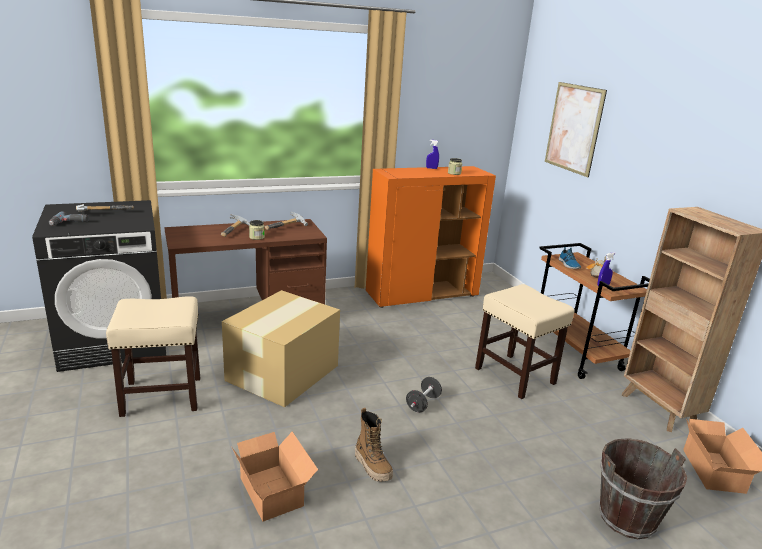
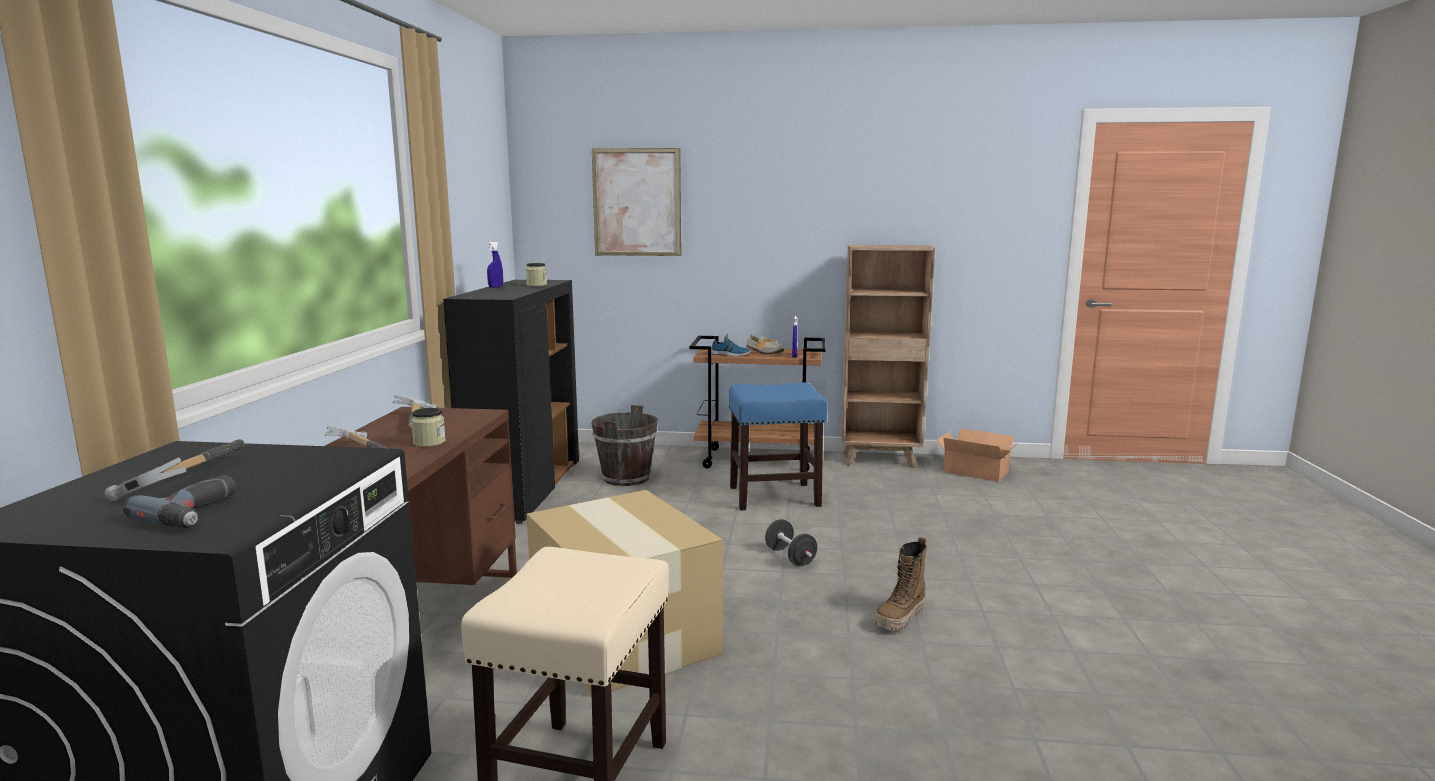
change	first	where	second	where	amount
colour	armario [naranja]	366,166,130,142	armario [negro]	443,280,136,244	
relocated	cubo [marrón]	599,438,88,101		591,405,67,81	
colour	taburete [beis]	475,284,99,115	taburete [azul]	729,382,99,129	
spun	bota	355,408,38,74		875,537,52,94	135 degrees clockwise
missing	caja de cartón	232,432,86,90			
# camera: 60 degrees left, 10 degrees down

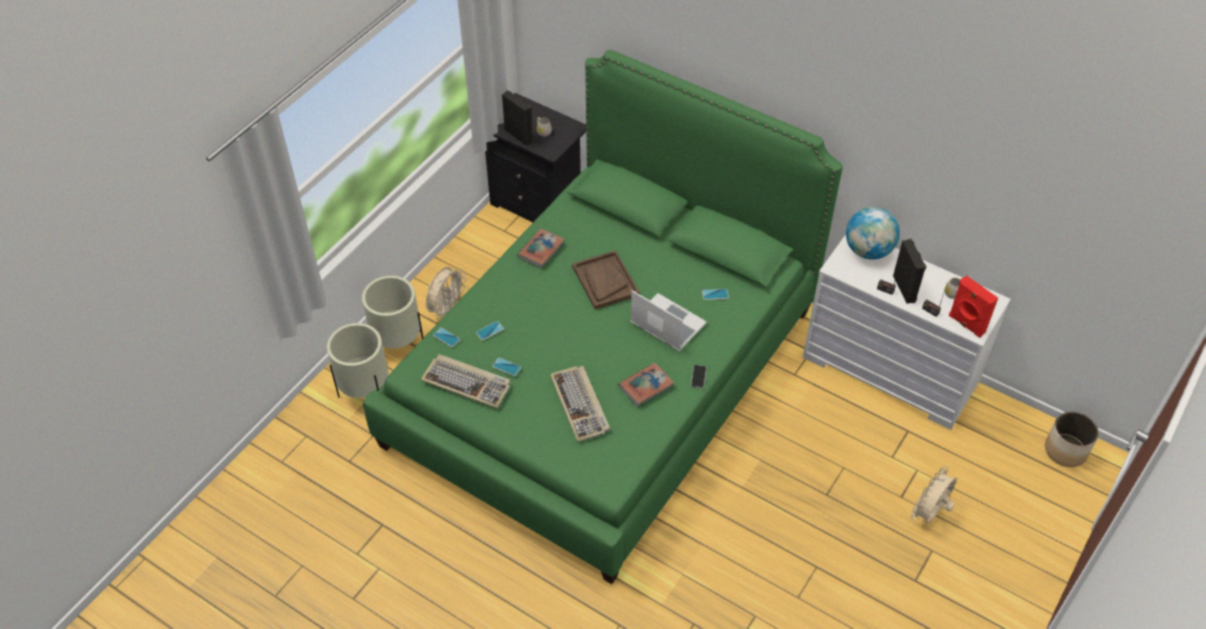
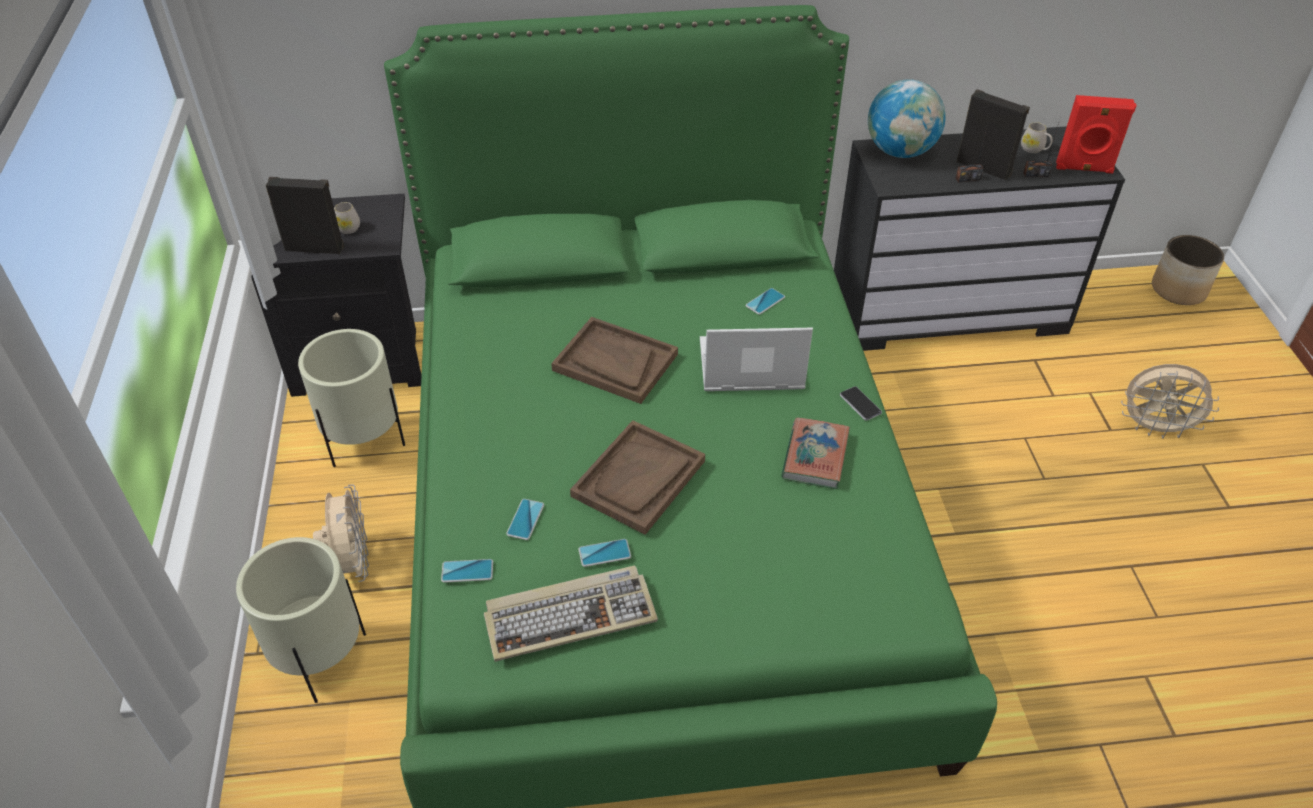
change	first	where	second	where	amount
relocated	maceta [beis]	327,323,61,75		298,329,107,138	
appeared			bandeja [marrón]	570,420,135,115	
colour	cómoda [blanco]	802,235,209,195	cómoda [negro]	834,126,291,225	
spun	ventilador [beis]	911,467,46,57		1121,364,98,74	75 degrees counterclockwise
missing	libro	517,228,48,41			
missing	teclado	550,365,60,77			
# camera: 40 degrees left, 5 degrees down

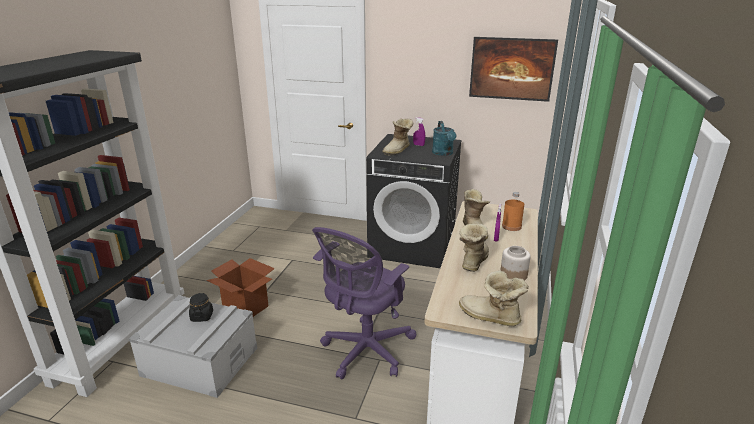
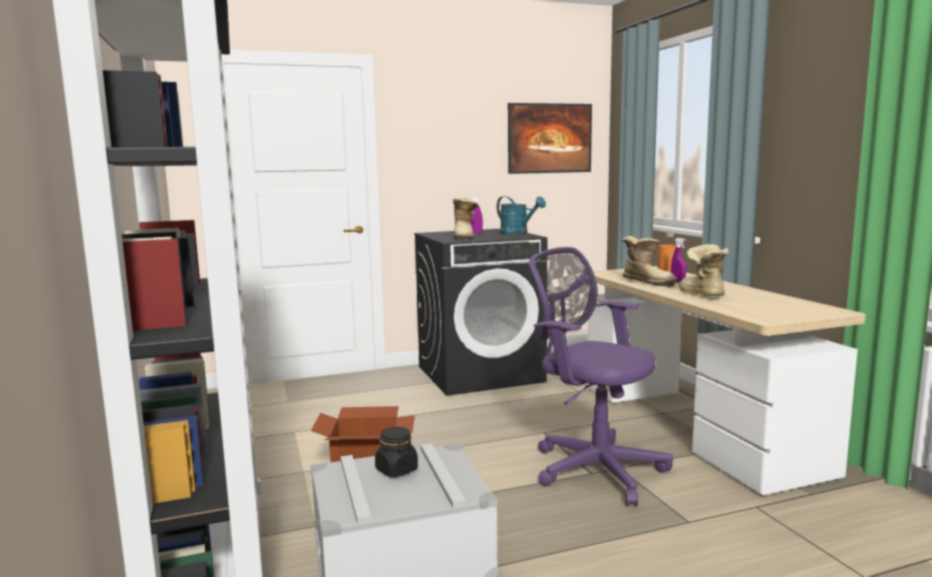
change	first	where	second	where	amount
spun	silla de oficina [morado]	312,227,104,153		529,247,144,260	135 degrees clockwise
missing	bota	459,271,70,55			
missing	tarro	500,246,31,35			
# camera: 35 degrees left, 15 degrees down

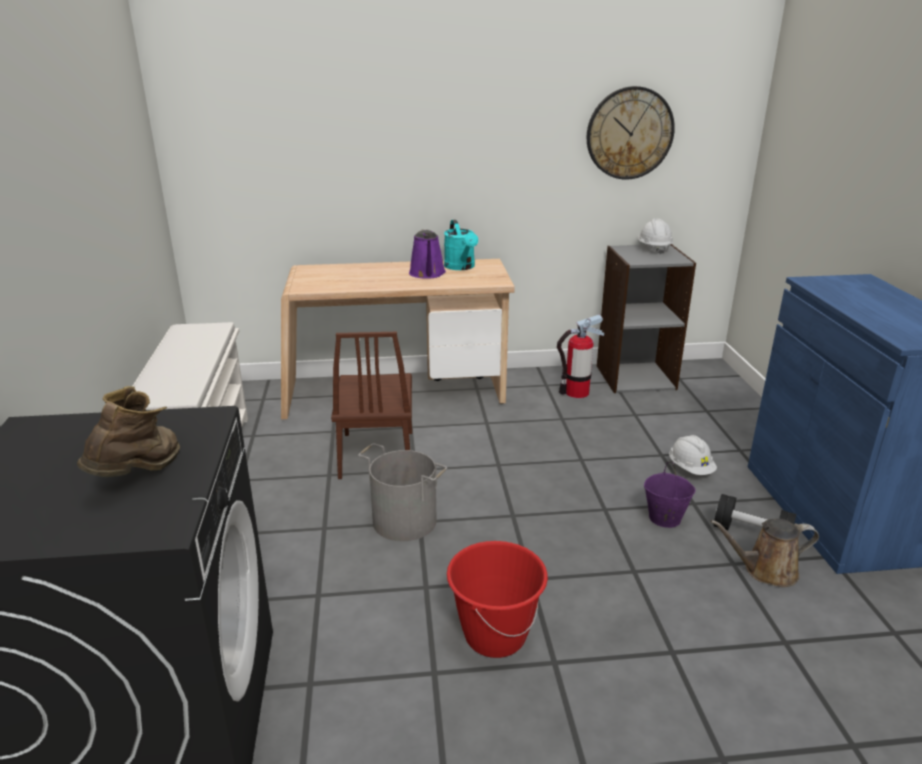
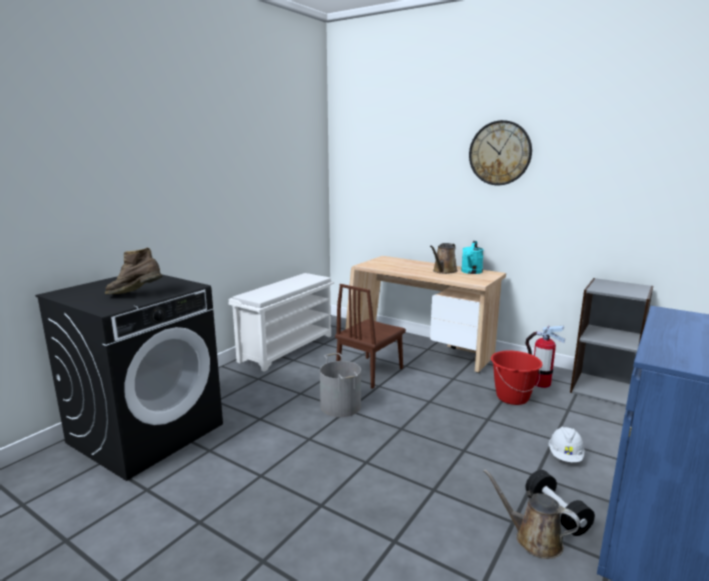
change	first	where	second	where	amount
spun	bota [marrón]	77,386,103,91		105,247,57,47	150 degrees counterclockwise
colour	regadera [morado]	409,229,37,50	regadera [marrón]	430,243,28,31	
relocated	reloj de pared	587,86,88,94		469,120,63,65	
relocated	cubo [rojo]	447,541,101,117		491,351,52,54	
missing	casco [blanco]	638,219,35,36			
missing	cubo [morado]	644,462,51,66			
# camera: 40 degrees right, 10 degrees down

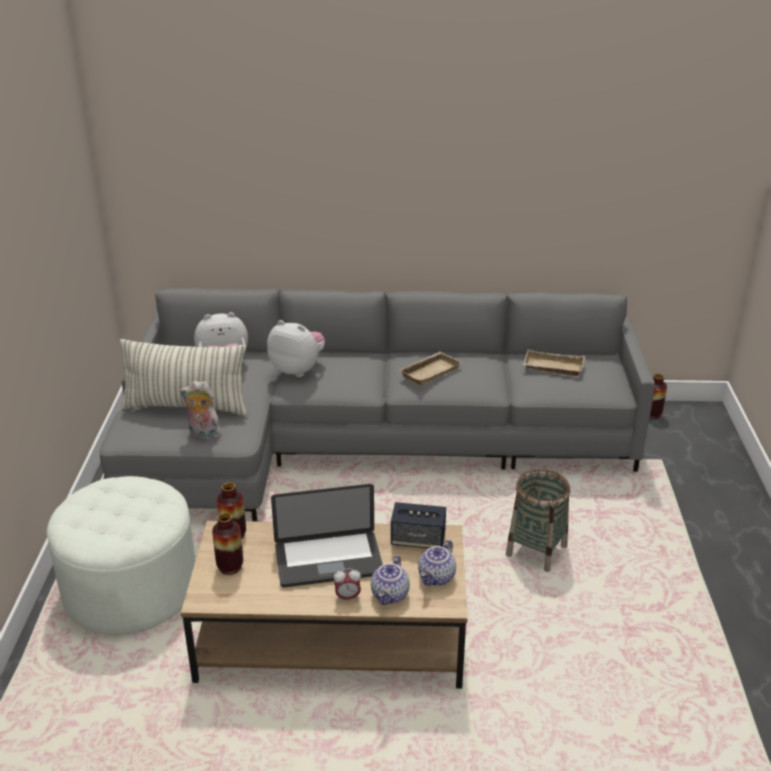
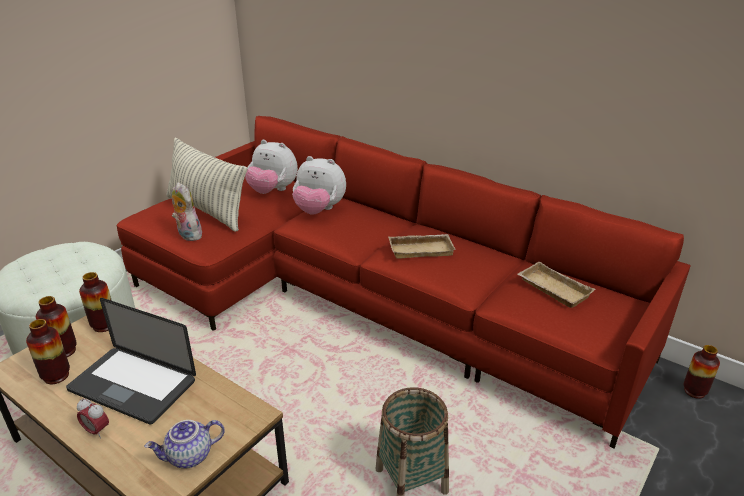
change	first	where	second	where	amount
appeared			florero	26,319,44,65	
colour	sofá [gris]	100,288,555,234	sofá [rojo]	117,116,574,332	
spun	peluche	267,320,58,57		292,156,54,58	135 degrees clockwise
missing	tetera	371,555,39,50			
missing	altavoz	391,502,55,46			
# camera: 35 degrees right, 0 degrees up

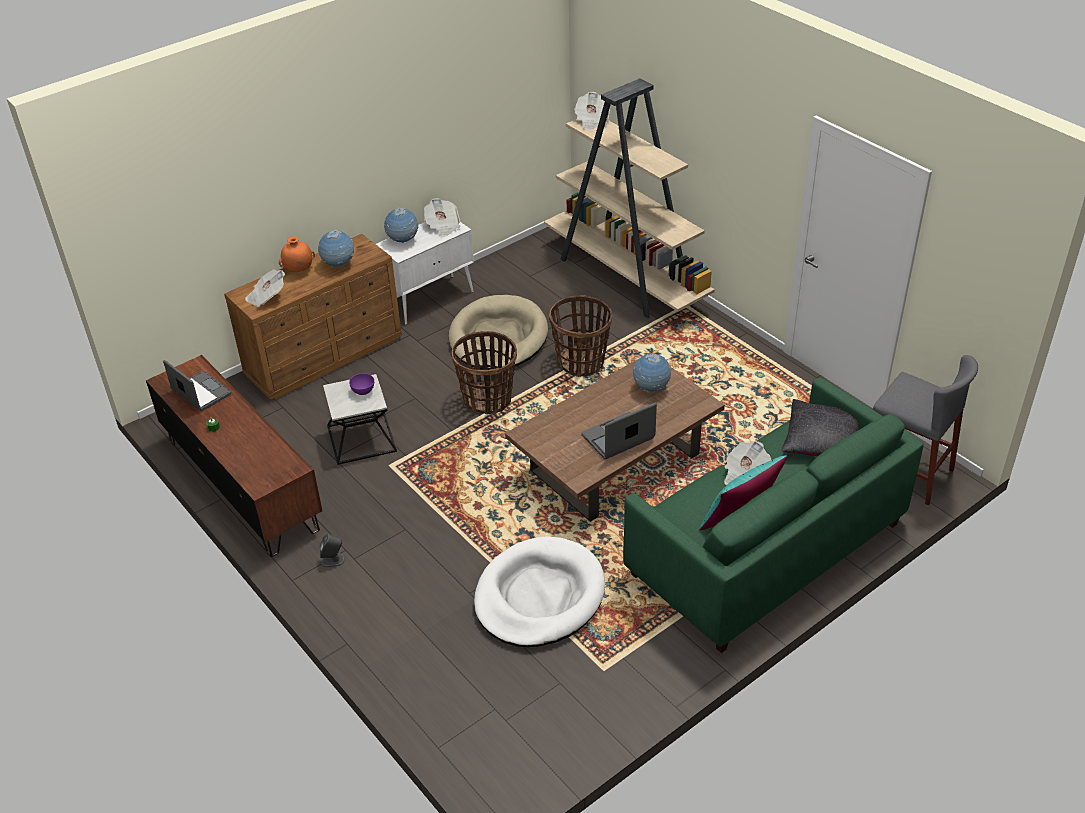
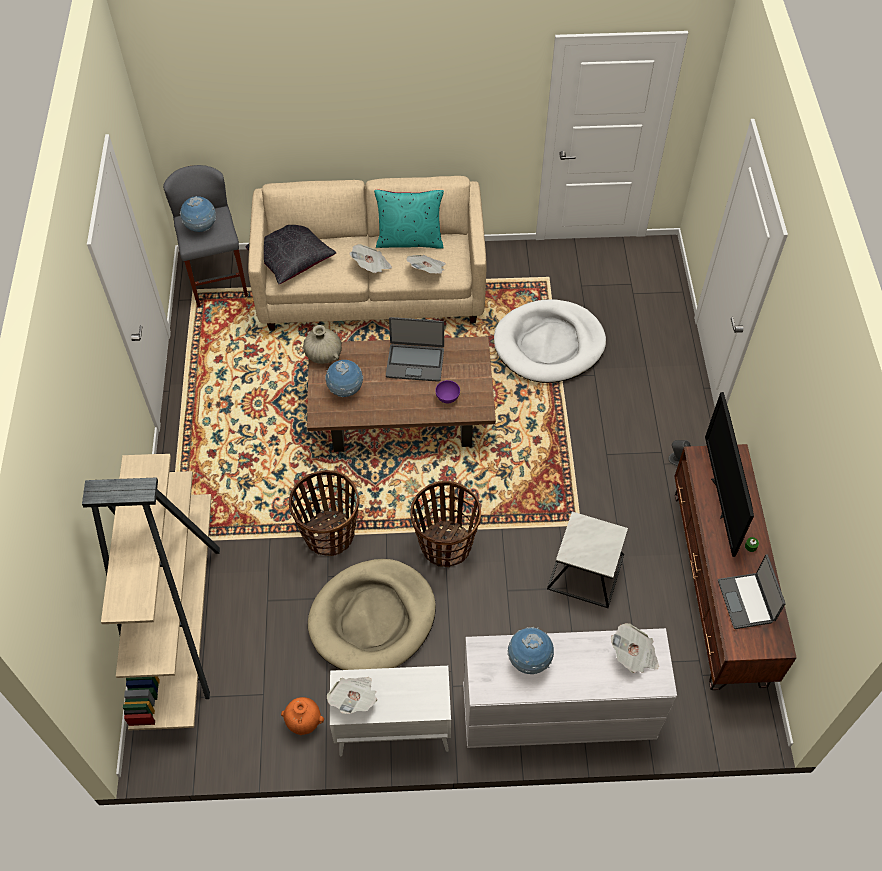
change	first	where	second	where	amount
relocated	globo terráqueo	384,208,34,35		180,196,36,36	
colour	sofá [verde]	623,378,301,275	sofá [beis]	248,176,238,155	
relocated	florero [naranja]	279,236,36,36		281,697,43,38	
appeared			florero [beis]	303,325,39,39	
relocated	periódico	574,92,37,38		406,255,40,19	
relocated	cuenco [morado]	349,373,25,22		435,380,25,23	
colour	cómoda [marrón]	224,234,178,166	cómoda [blanco]	463,628,214,120	
appeared			televisor	705,392,49,165	
# camera: 145 degrees left, 15 degrees up

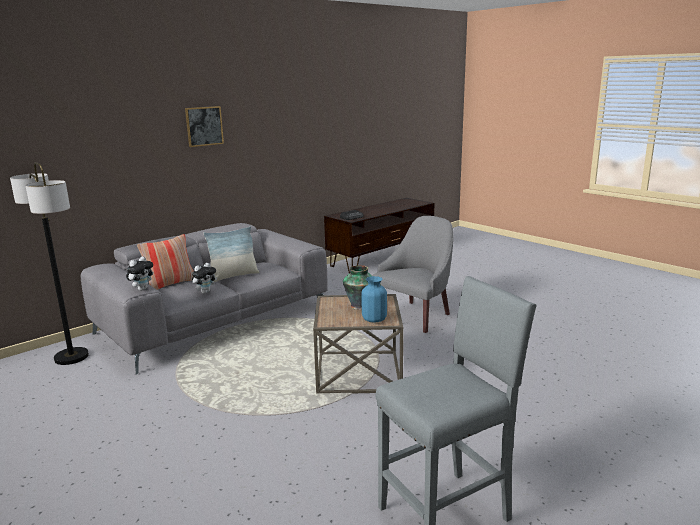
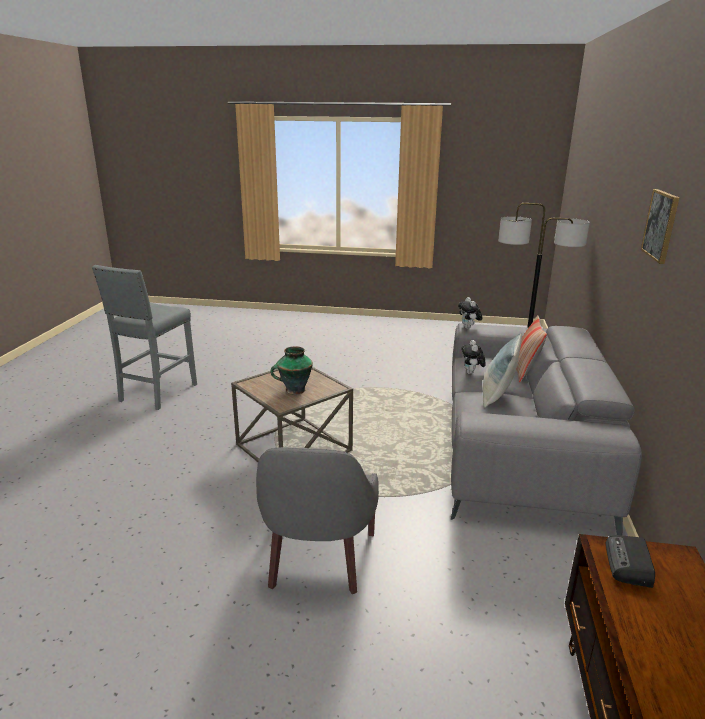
change	first	where	second	where	amount
missing	florero [azul]	361,276,26,47			
# camera: 140 degrees right, 5 degrees up

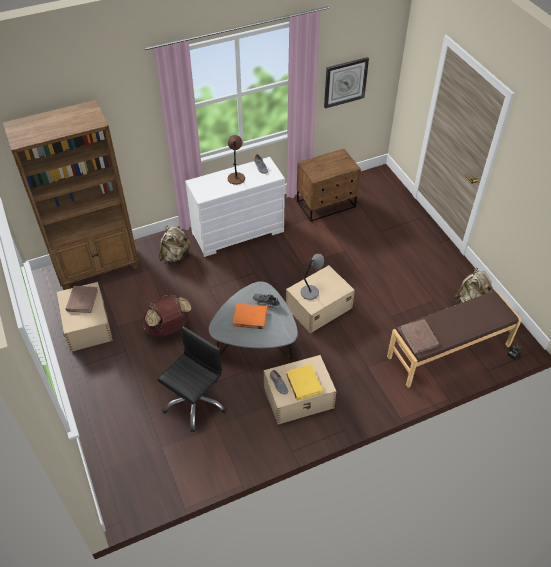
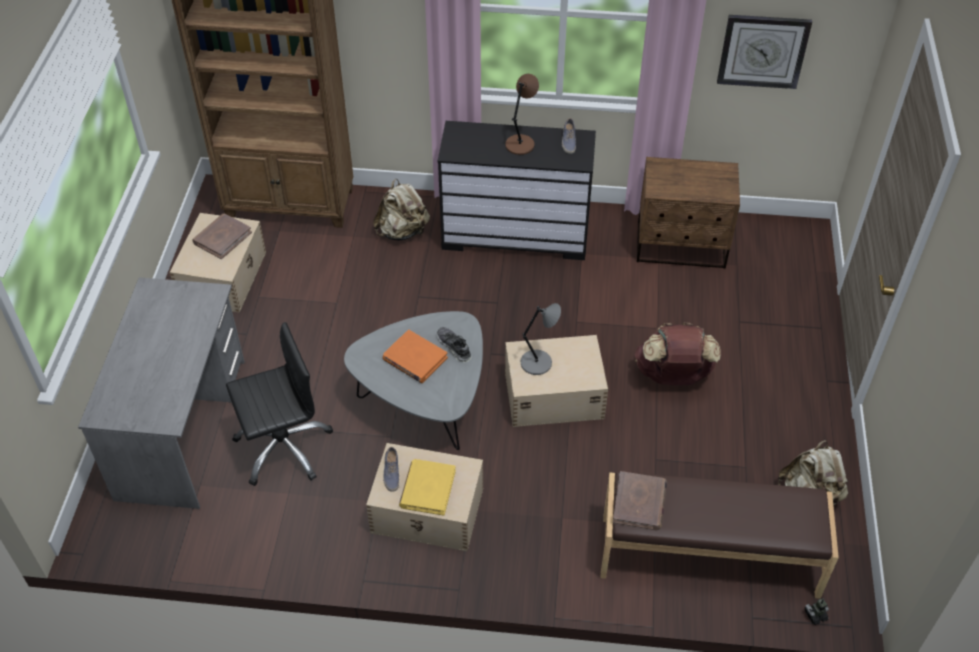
change	first	where	second	where	amount
appeared			escritorio [gris]	78,277,167,232	
colour	cómoda [blanco]	185,157,100,100	cómoda [negro]	438,121,158,139	
relocated	mochila [marrón]	142,295,50,41		635,322,86,63	
# camera: 30 degrees right, 0 degrees up

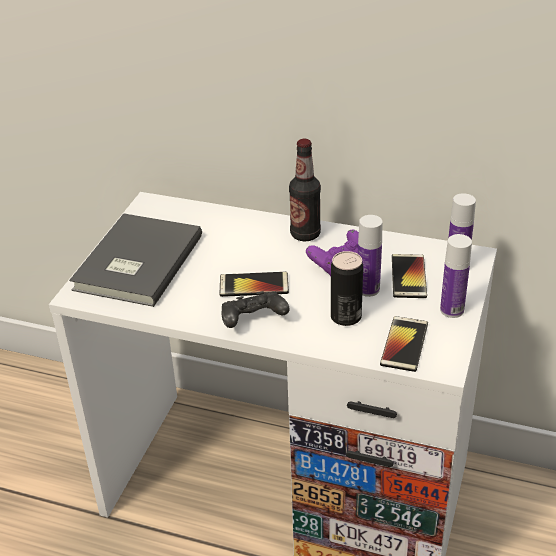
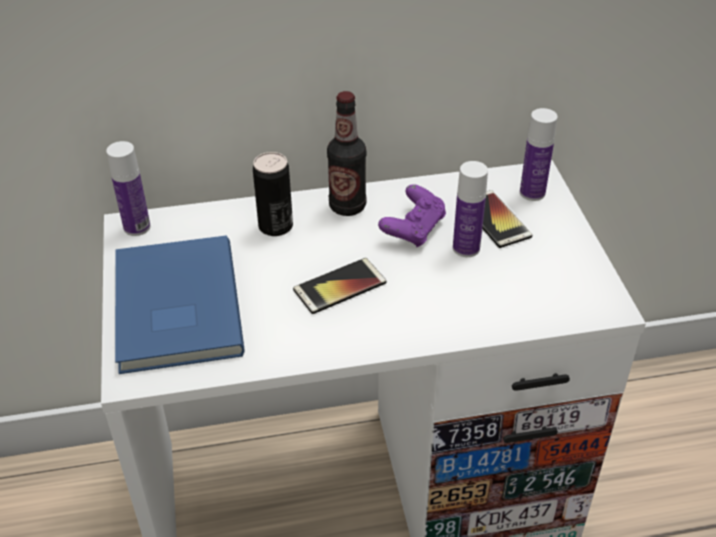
change	first	where	second	where	amount
relocated	botella	440,234,32,84		106,141,44,95	
colour	libro [gris]	69,213,133,94	libro [azul]	115,235,130,139	
relocated	lata	331,251,32,75		253,152,40,84	
missing	mando de consola [negro]	221,291,69,37			
missing	móvil	380,316,48,56			
# camera: 30 degrees left, 5 degrees up

